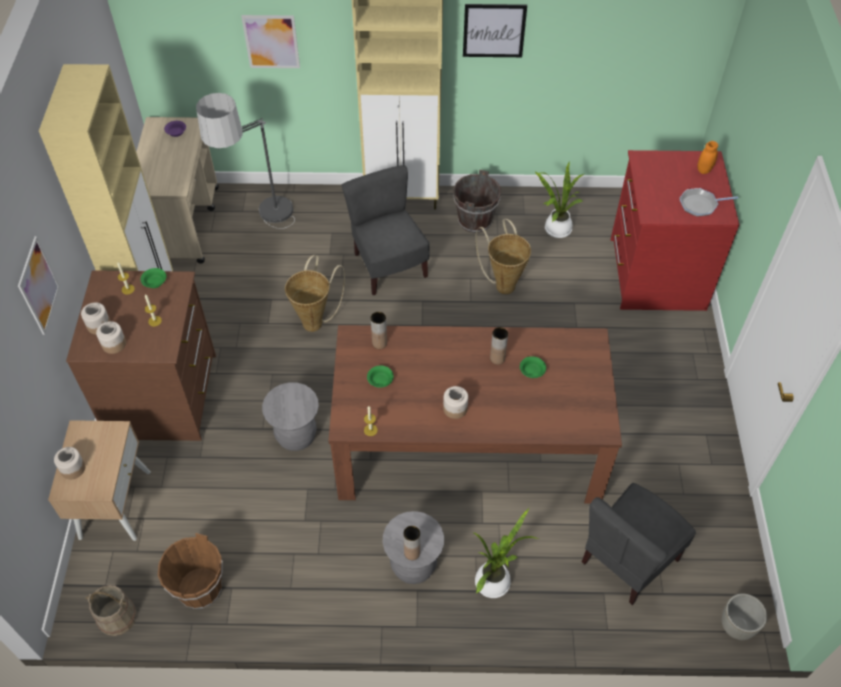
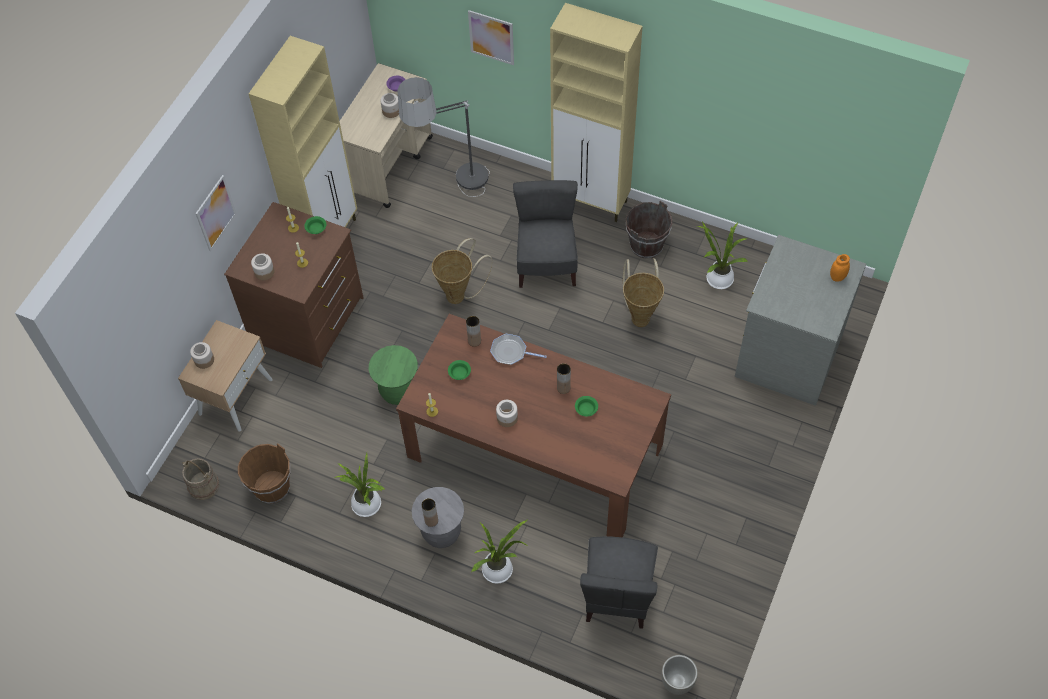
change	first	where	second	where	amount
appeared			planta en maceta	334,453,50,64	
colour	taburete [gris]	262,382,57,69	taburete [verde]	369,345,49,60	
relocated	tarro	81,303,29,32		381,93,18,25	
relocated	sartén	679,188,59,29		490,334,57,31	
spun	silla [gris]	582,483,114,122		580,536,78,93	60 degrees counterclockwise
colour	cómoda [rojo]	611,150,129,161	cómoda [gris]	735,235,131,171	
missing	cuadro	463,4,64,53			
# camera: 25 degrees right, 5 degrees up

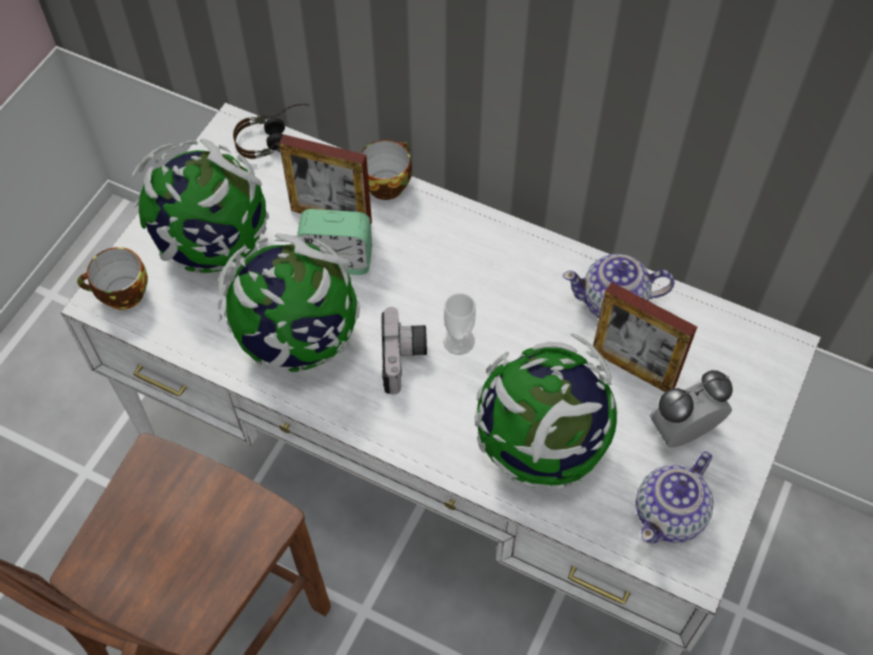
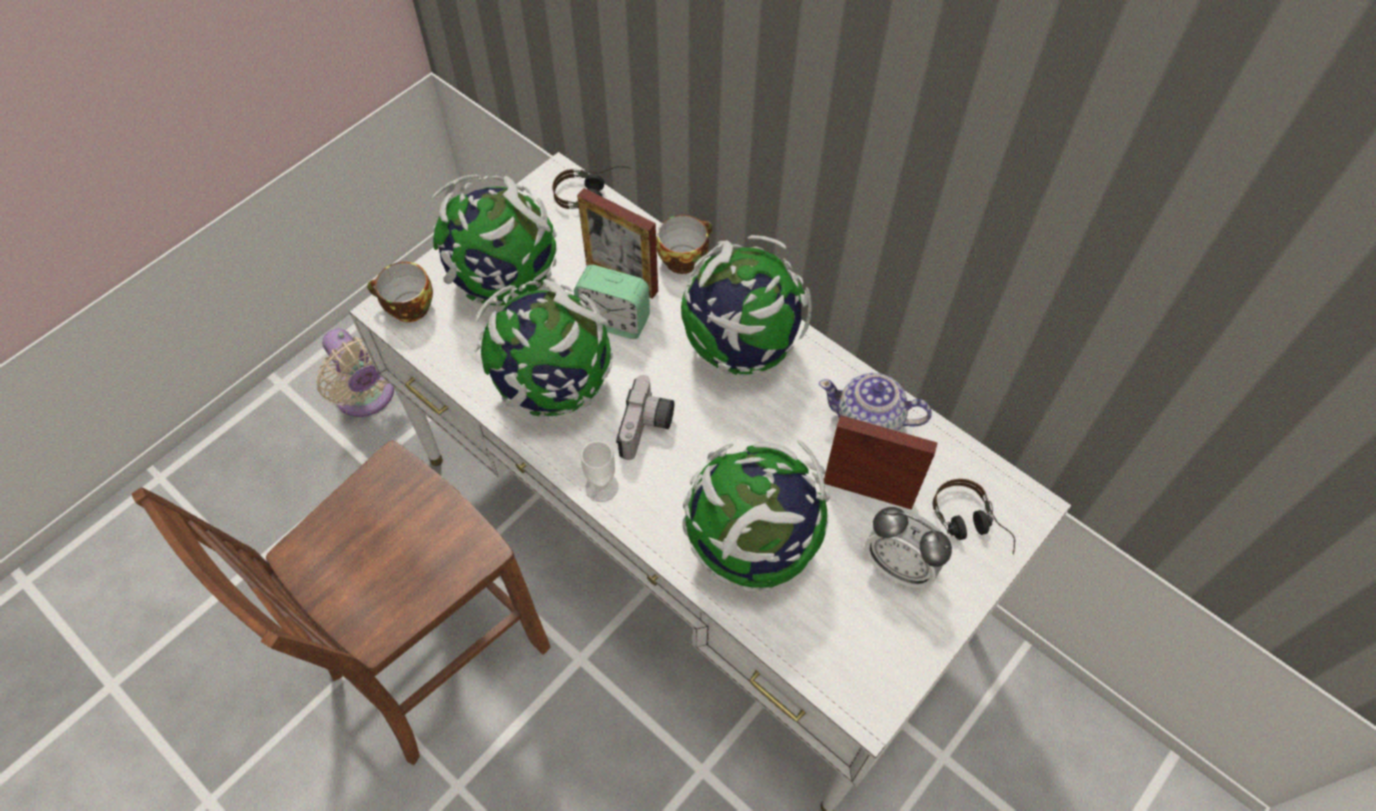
change	first	where	second	where	amount
appeared			ventilador [beis]	316,328,78,89	
relocated	taza	443,293,33,62		581,441,37,61	
appeared			globo terráqueo	681,235,131,141	
spun	portarretratos	593,282,104,110		824,415,113,95	150 degrees clockwise
spun	despertador	650,370,83,78		865,507,87,81	135 degrees counterclockwise
appeared			auriculares	933,479,82,76	
missing	tetera	636,451,78,93			
# camera: 15 degrees right, 0 degrees up

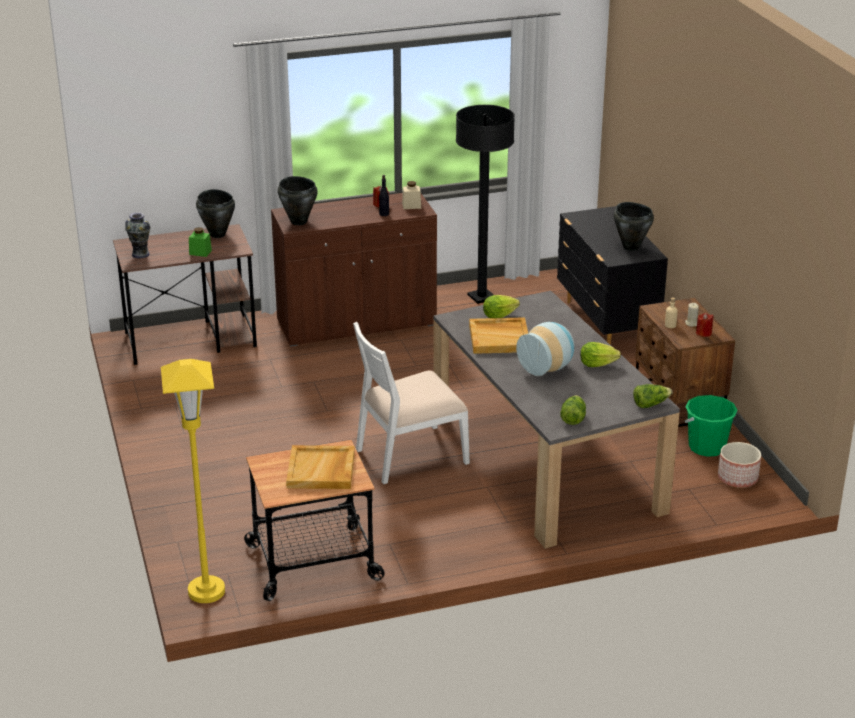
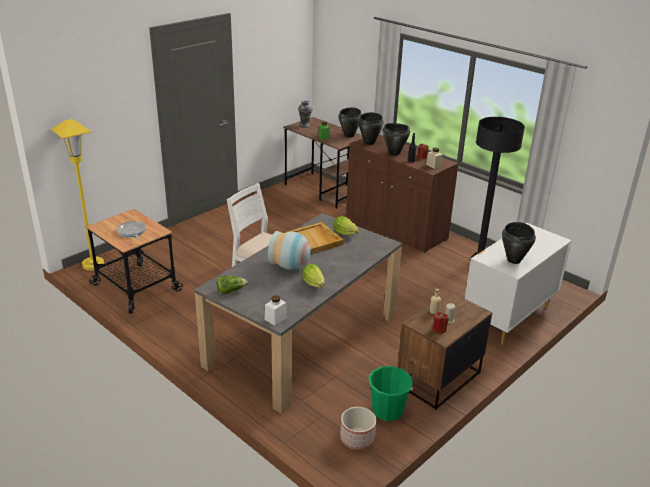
change	first	where	second	where	amount
exchanged	bandeja [beis]	286,445,69,44	sartén	117,221,29,19	
exchanged	lechuga	633,384,40,24	tarro [blanco]	264,295,23,31	
appeared			olla [negro]	382,123,28,33	
colour	cómoda [negro]	557,206,111,139	cómoda [blanco]	465,223,107,122	
# camera: 60 degrees right, 0 degrees up

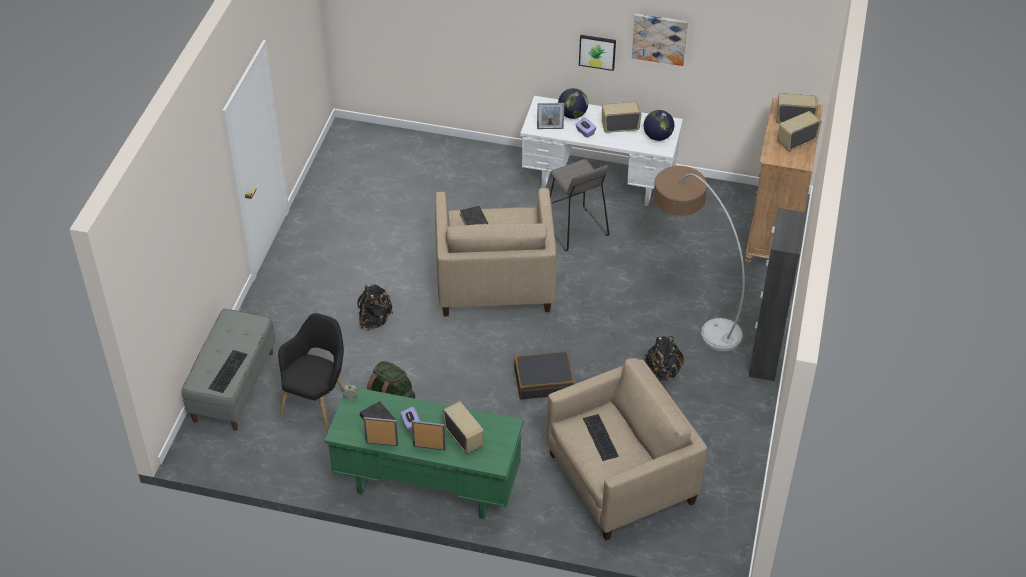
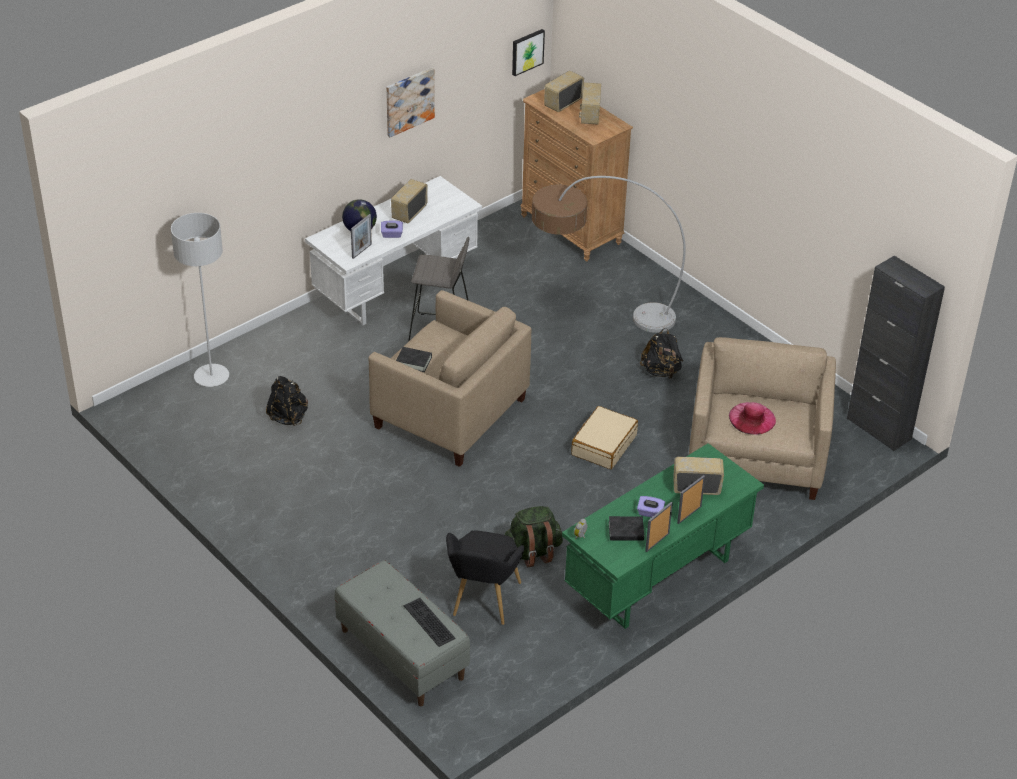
change	first	where	second	where	amount
appeared			lámpara de pie [gris]	171,213,58,174	
relocated	mochila [negro]	357,284,36,47		266,376,42,50	
spun	sillón [negro]	278,313,66,118		446,531,78,94	135 degrees counterclockwise
relocated	cuadro	579,35,37,36		512,29,33,47	
colour	maleta [negro]	514,351,60,49	maleta [beis]	571,406,67,64	
exchanged	teclado	583,414,36,47	sombrero [rosa]	729,402,47,33	
relocated	armario [negro]	749,208,57,173		847,256,98,195	
missing	globo terráqueo	644,110,30,31			
# camera: 55 degrees left, 5 degrees down

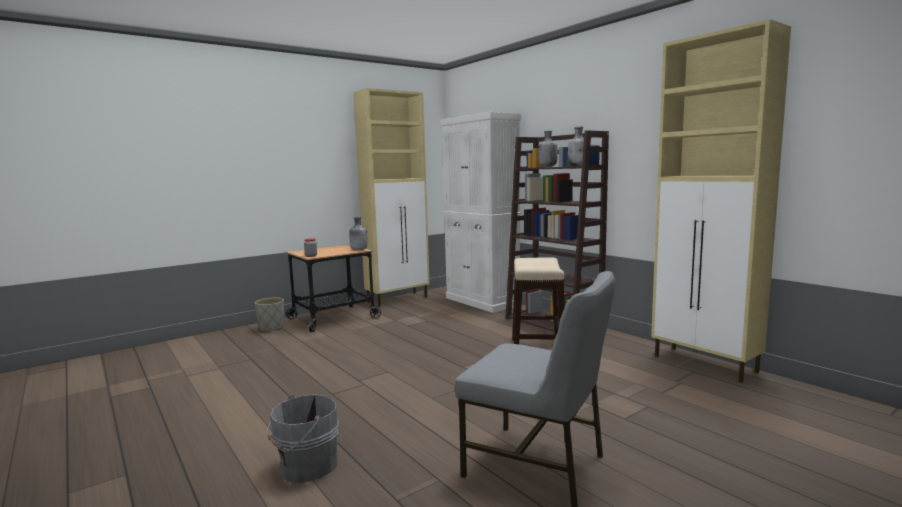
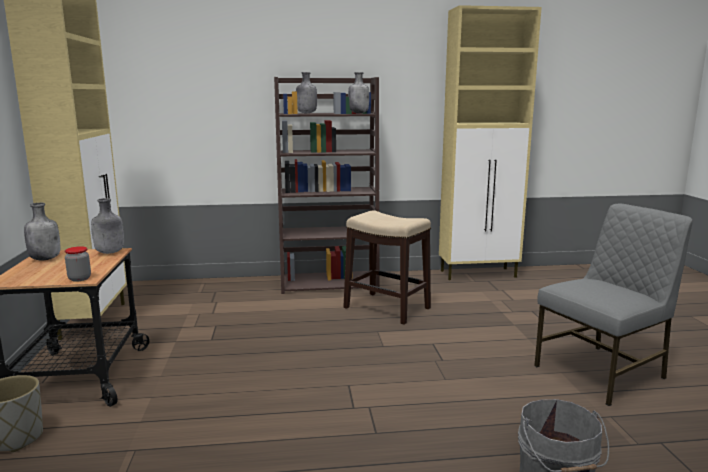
change	first	where	second	where	amount
appeared			botella [gris]	24,203,36,57	
missing	armario [blanco]	440,112,81,201			
# camera: 60 degrees left, 5 degrees up

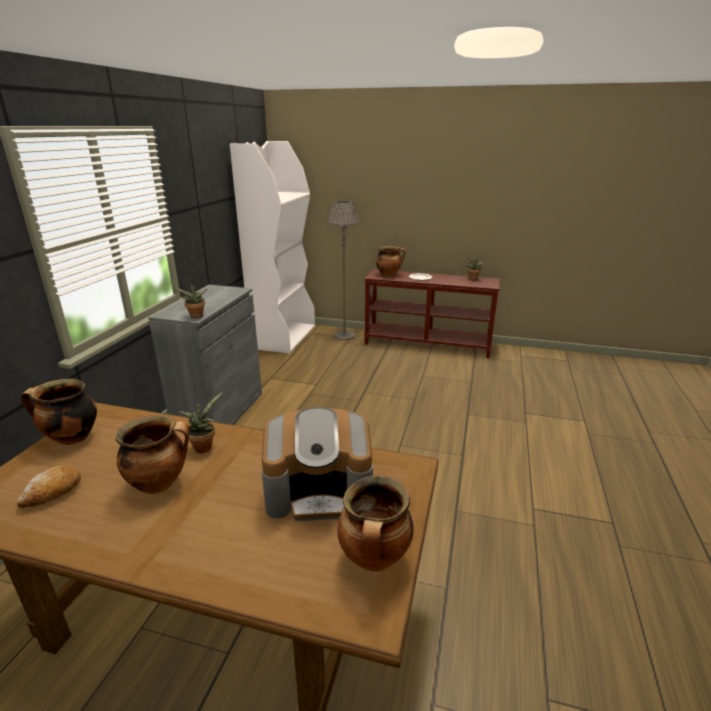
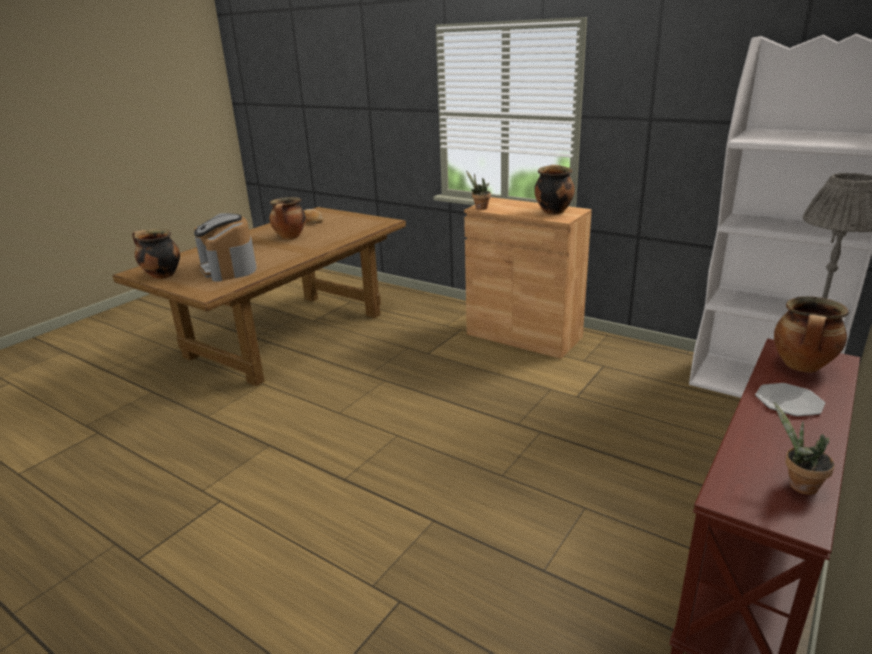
change	first	where	second	where	amount
spun	cafetera	261,407,112,114		194,213,62,69	45 degrees counterclockwise
colour	armario [gris]	148,285,114,140	armario [marrón]	464,197,128,162	
relocated	olla	20,379,77,66		534,165,41,49	
missing	planta en maceta	177,392,46,61			
# camera: 110 degrees right, 0 degrees up

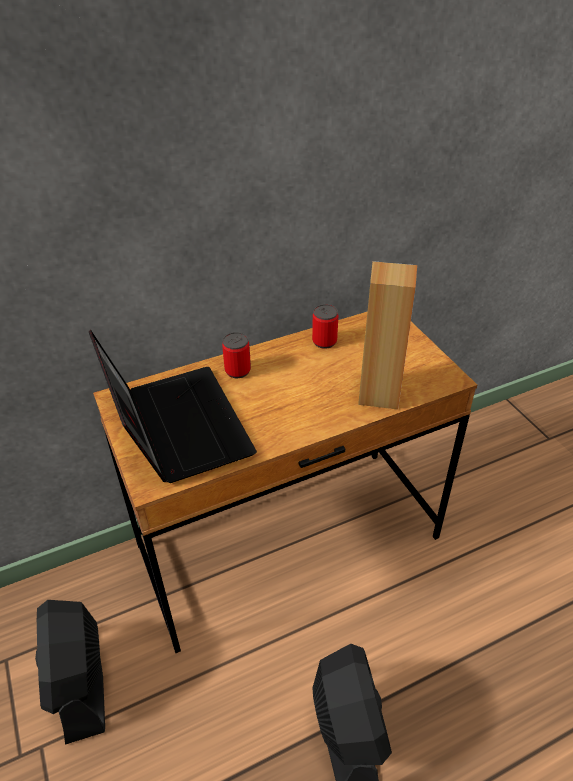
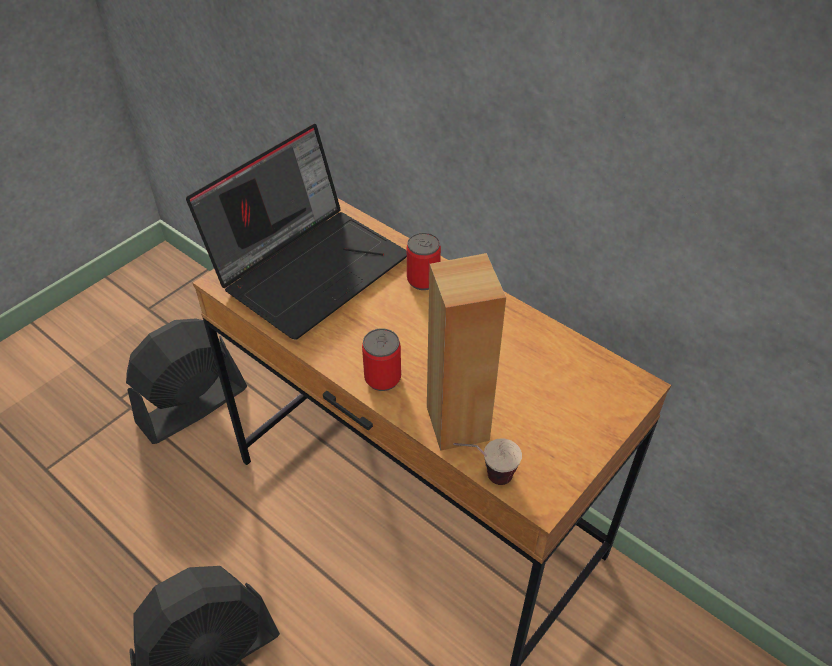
change	first	where	second	where	amount
relocated	lata	312,304,26,45		362,328,39,63	
appeared			taza	453,438,69,47	
# camera: 65 degrees right, 5 degrees up

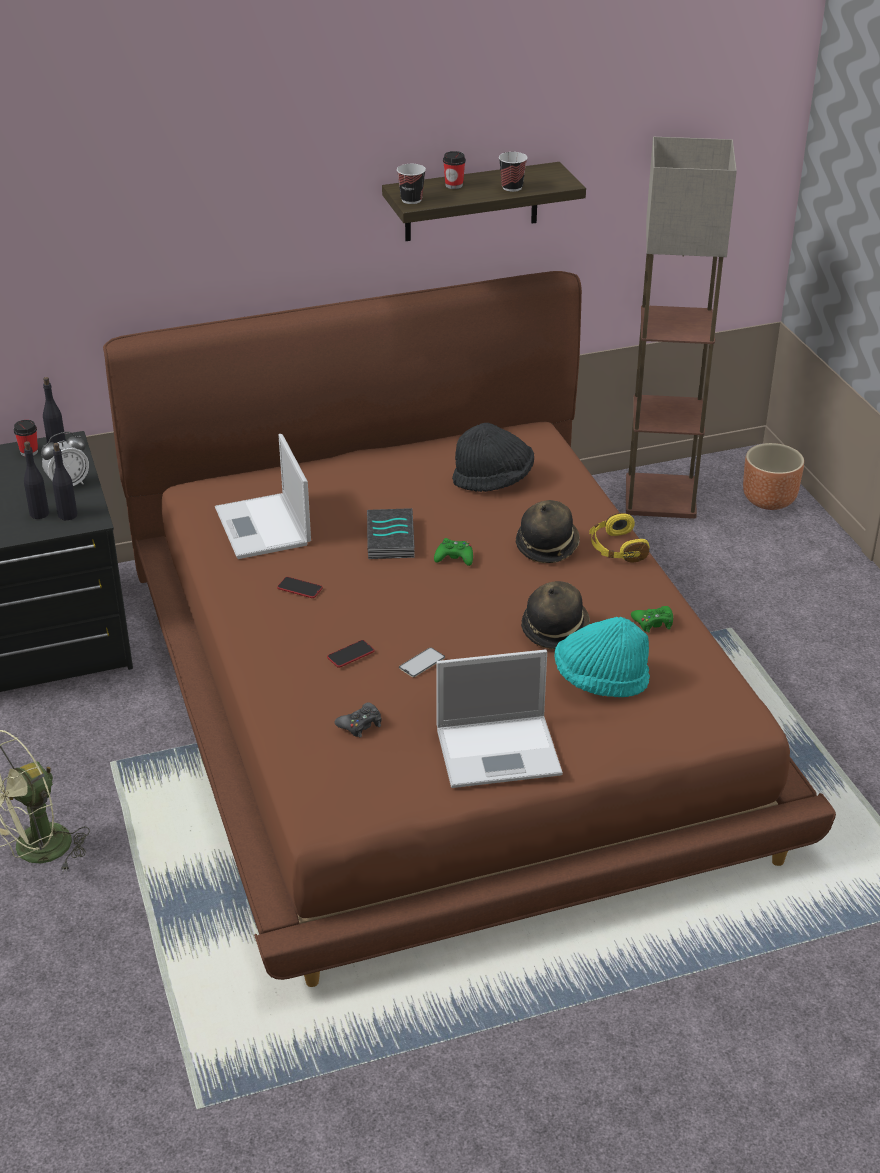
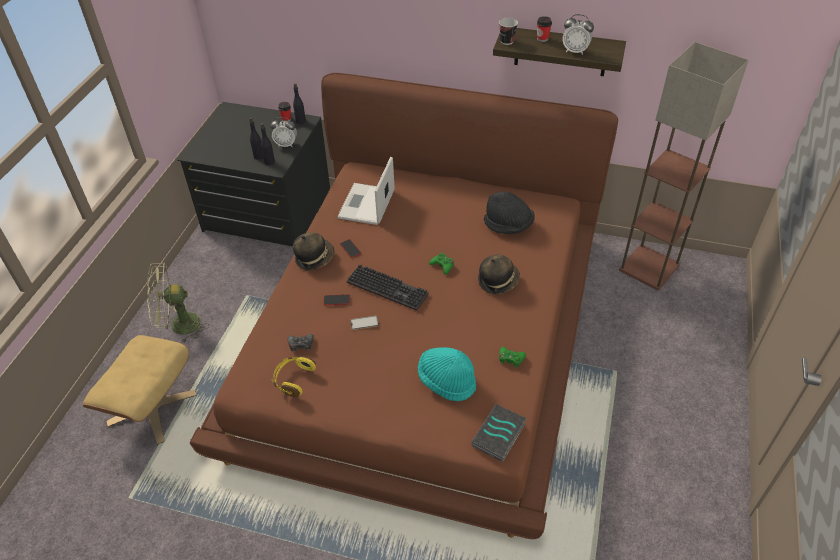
change	first	where	second	where	amount
appeared			puf [beis]	83,335,114,109	
relocated	auriculares [amarillo]	589,513,61,49		272,356,44,41	
relocated	sombrero	521,581,69,68		293,232,41,39	
appeared			teclado	347,264,82,47	
relocated	libro	367,508,48,51		472,404,55,58	
exchanged	taza	499,152,28,40	despertador	562,14,32,41	
missing	portátil	436,649,127,139			
missing	maceta [marrón]	743,443,61,67			
# camera: 35 degrees right, 10 degrees up

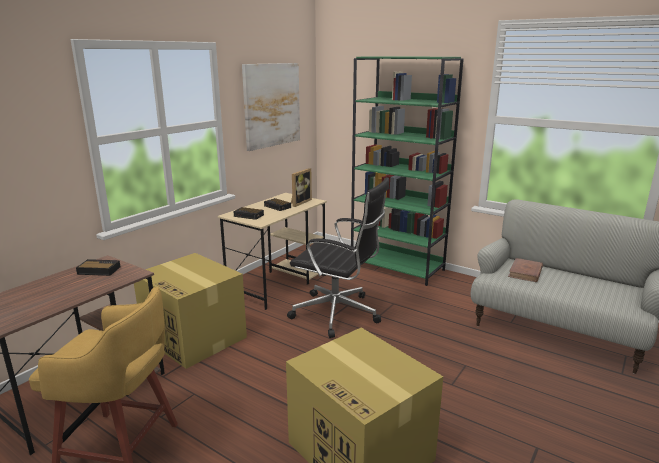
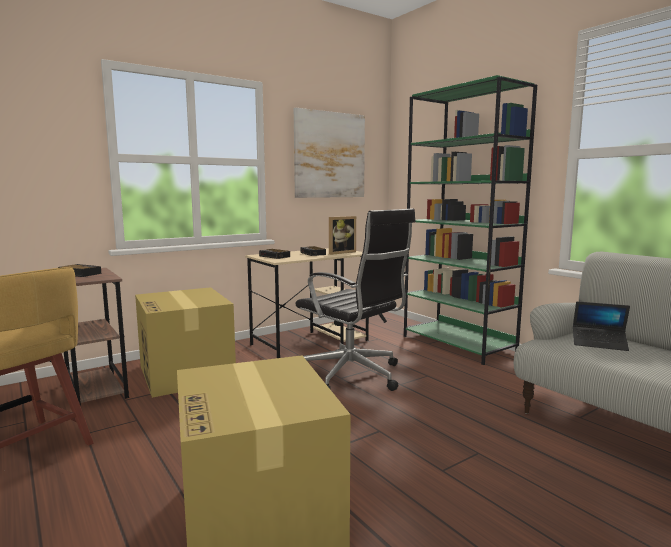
change	first	where	second	where	amount
exchanged	libro [marrón]	508,258,35,24	portátil	573,301,57,50	
# camera: 20 degrees right, 10 degrees down

